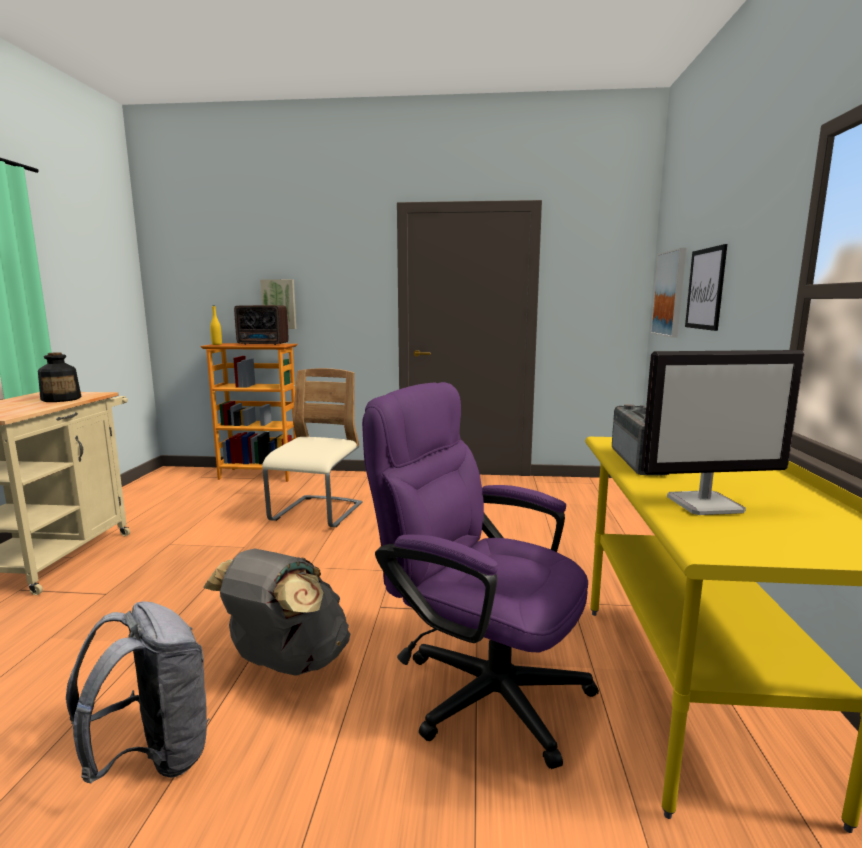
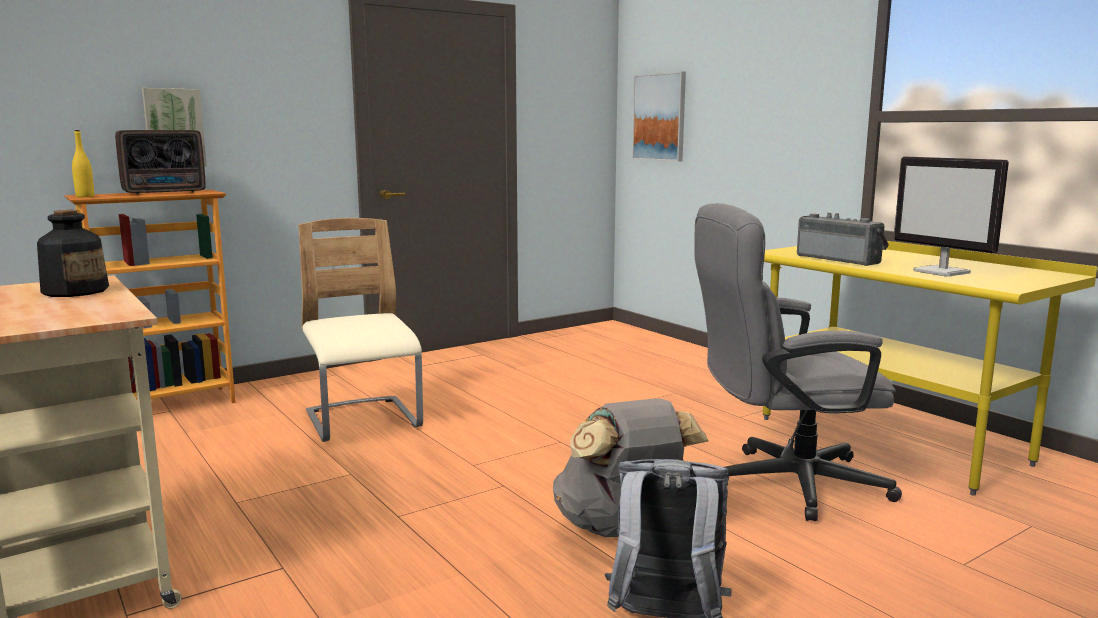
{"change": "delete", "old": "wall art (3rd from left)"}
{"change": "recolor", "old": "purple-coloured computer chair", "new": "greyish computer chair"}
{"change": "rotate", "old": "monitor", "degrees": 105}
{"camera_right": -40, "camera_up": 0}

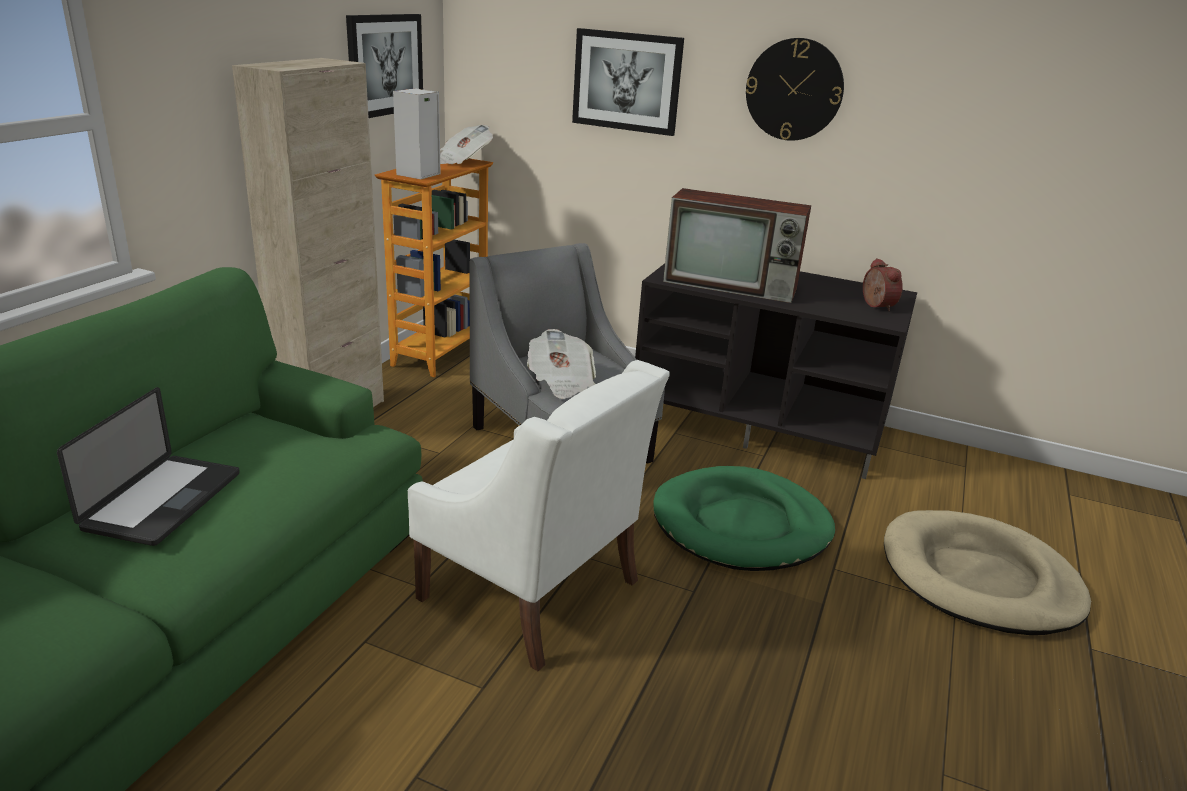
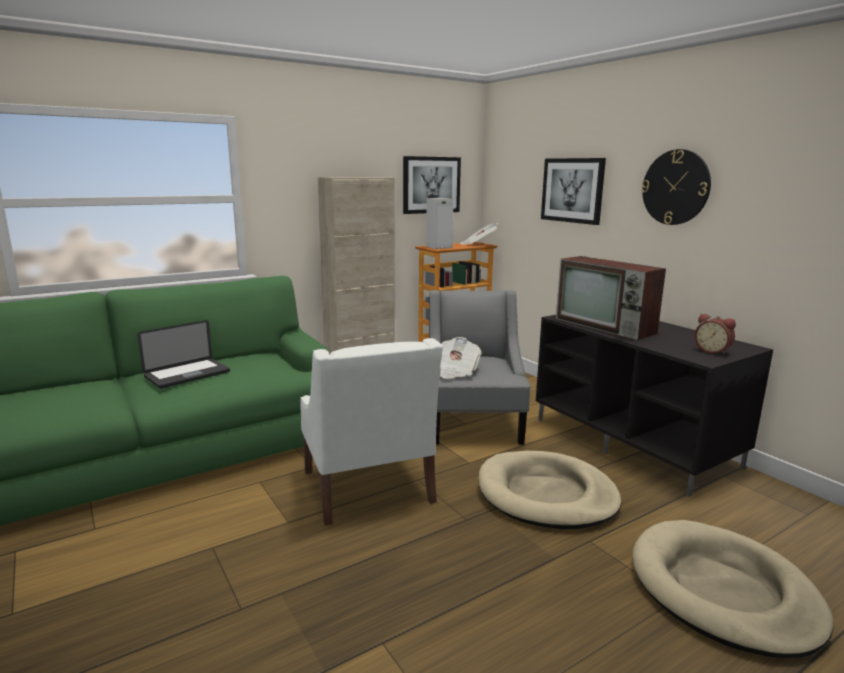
{"change": "recolor", "old": "green-coloured pet bed", "new": "beige-coloured pet bed (1st from left)"}
{"change": "rotate", "old": "table clock", "degrees": 120}
{"camera_right": 35, "camera_up": -10}

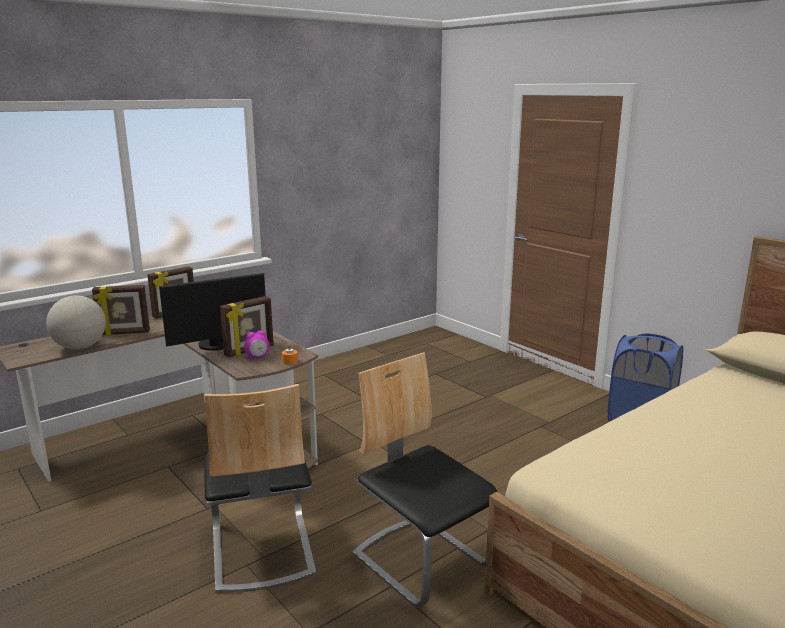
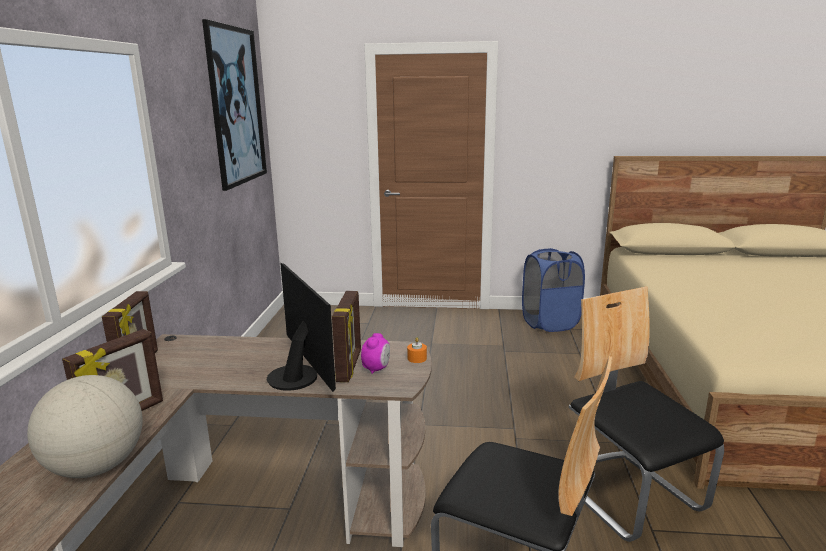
{"change": "insert", "new": "wall art"}
{"change": "rotate", "old": "monitor", "degrees": -45}
{"change": "rotate", "old": "plain chair (2nd from left)", "degrees": 60}
{"camera_right": -45, "camera_up": 0}

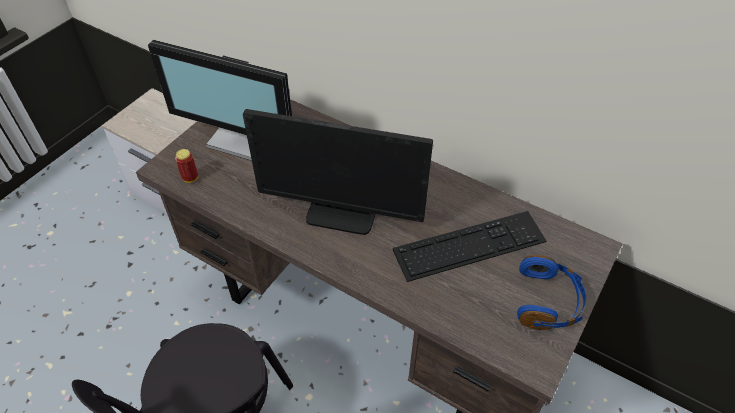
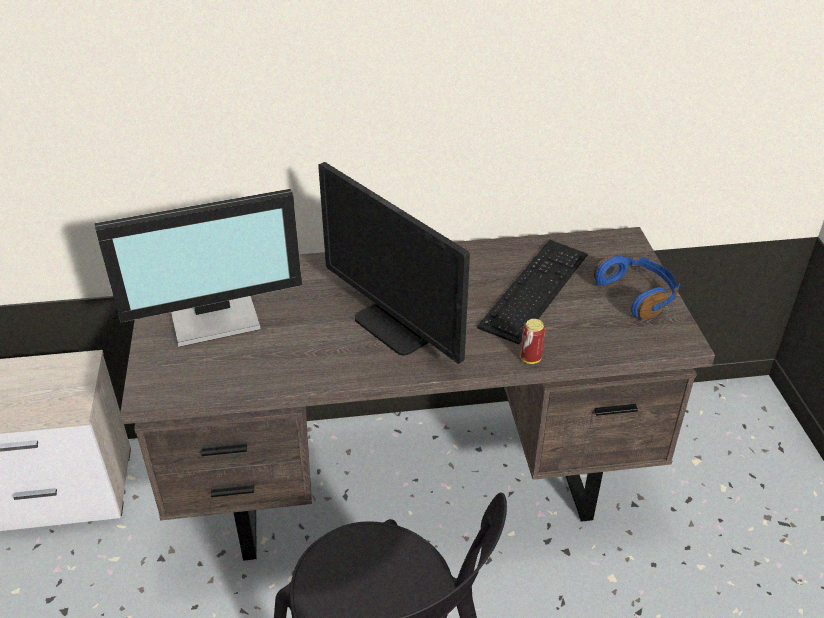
{"change": "move", "old": "metal can"}
{"change": "rotate", "old": "monitor (2nd from left)", "degrees": 75}
{"camera_right": -40, "camera_up": -10}

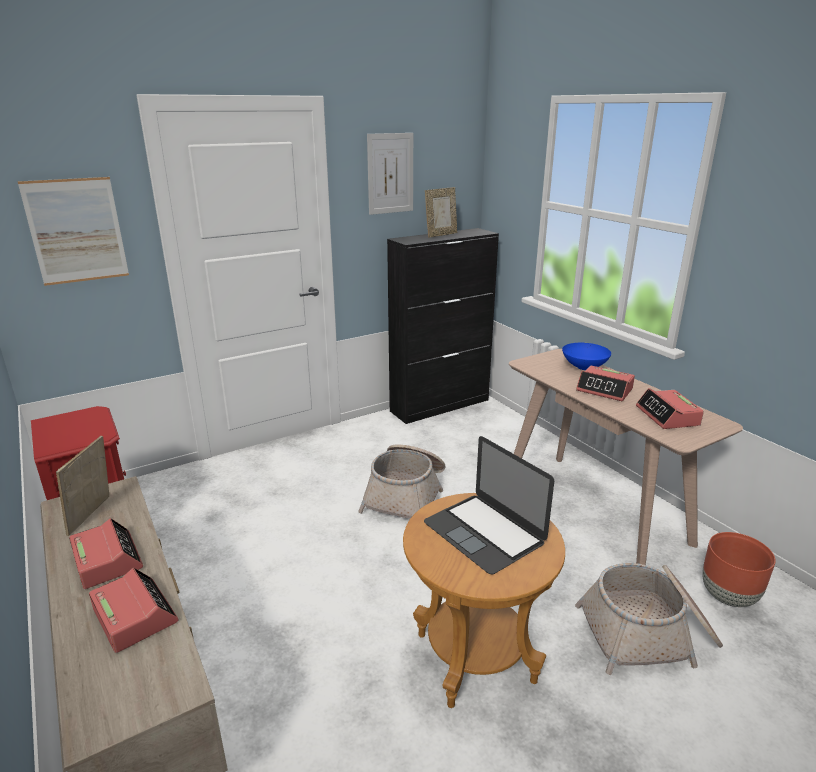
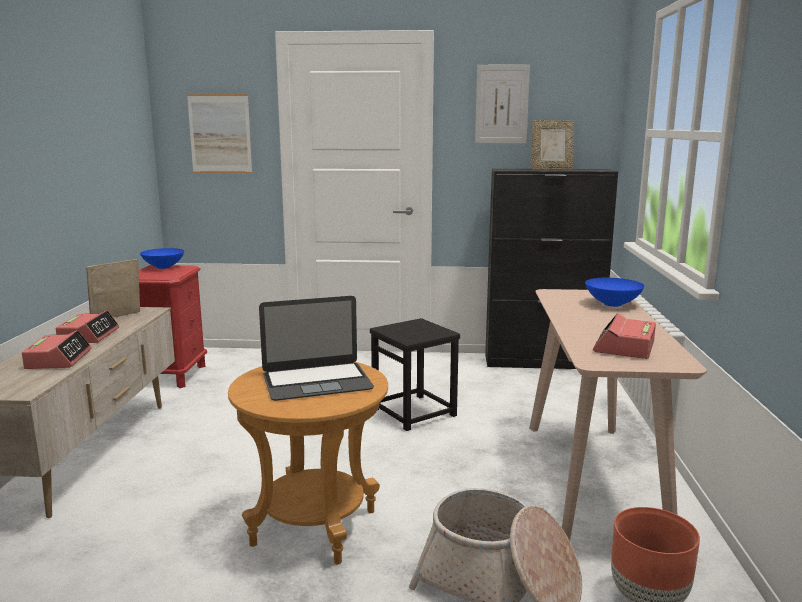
{"change": "delete", "old": "table clock (3rd from left)"}
{"change": "insert", "new": "blue deep dish (1st from left)"}
{"change": "replace", "old": "storage basket (1st from left)", "new": "blackish stool"}
{"change": "rotate", "old": "notebook computer", "degrees": -105}
{"camera_right": 35, "camera_up": -10}

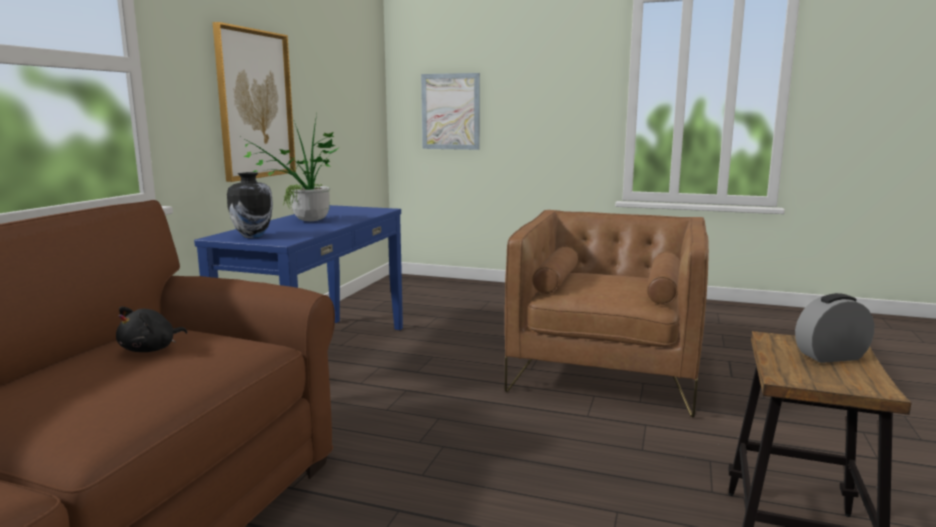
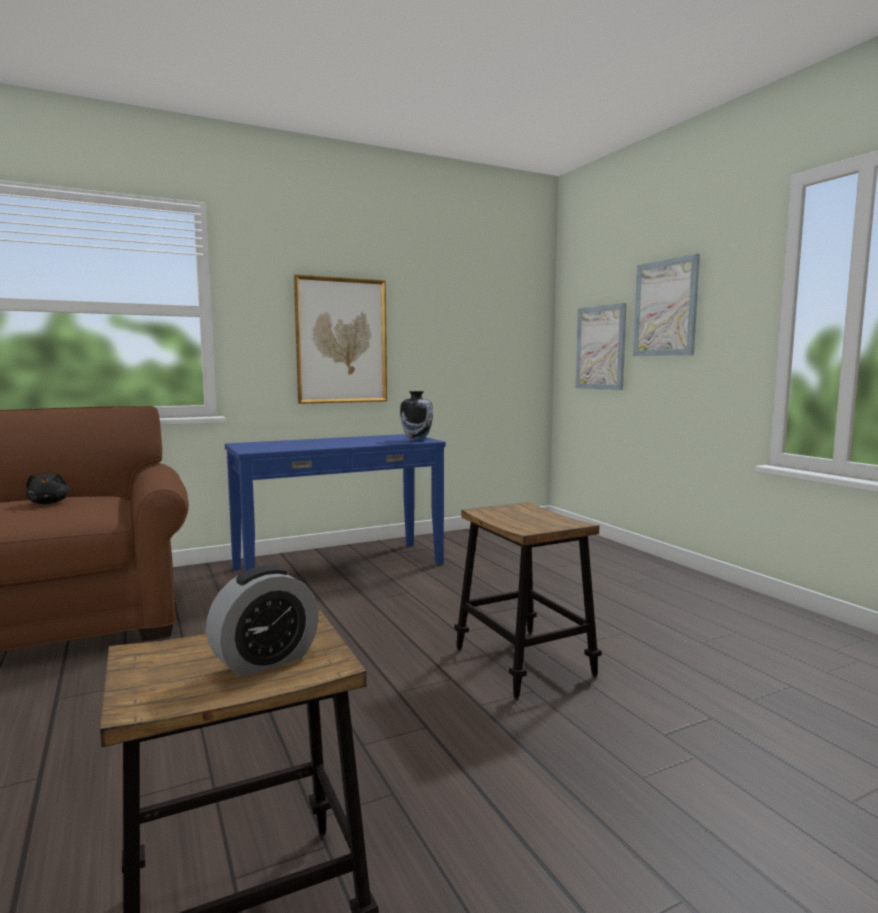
{"change": "delete", "old": "houseplant"}
{"change": "insert", "new": "wall art (3rd from left)"}
{"change": "move", "old": "vase"}
{"change": "replace", "old": "brownish armchair", "new": "stool (2nd from left)"}
{"change": "rotate", "old": "blackish plush toy", "degrees": -105}
{"change": "rotate", "old": "table clock", "degrees": 105}
{"camera_right": 45, "camera_up": -5}

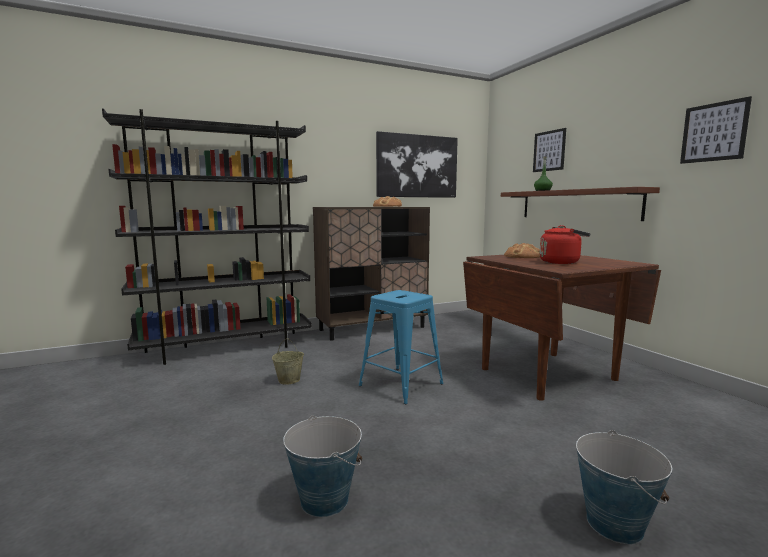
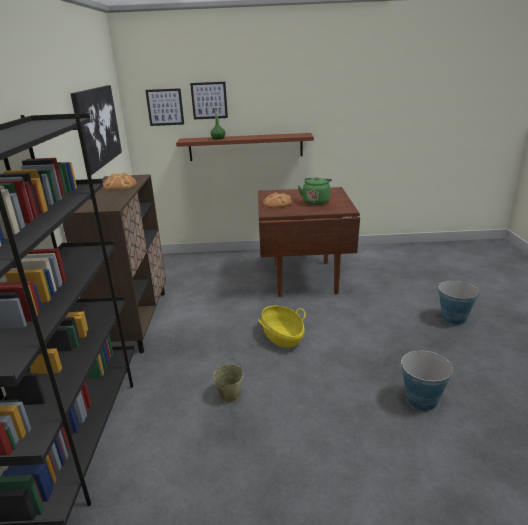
{"change": "move", "old": "wall art (3rd from left in the first image)", "new": "wall art (2nd from left)"}
{"change": "replace", "old": "blue stool", "new": "storage basket"}
{"change": "recolor", "old": "reddish kettle", "new": "green-coloured kettle"}
{"camera_right": -65, "camera_up": 15}

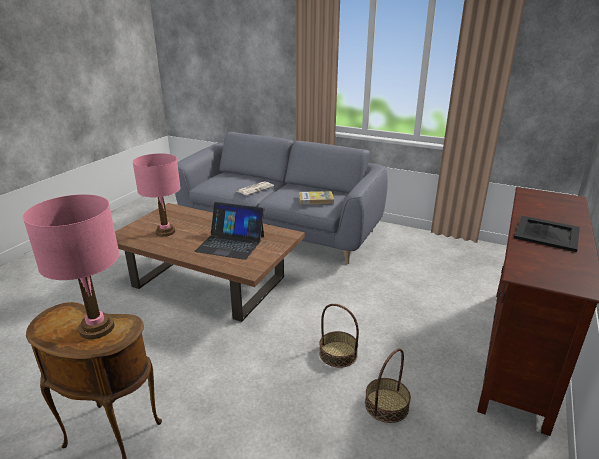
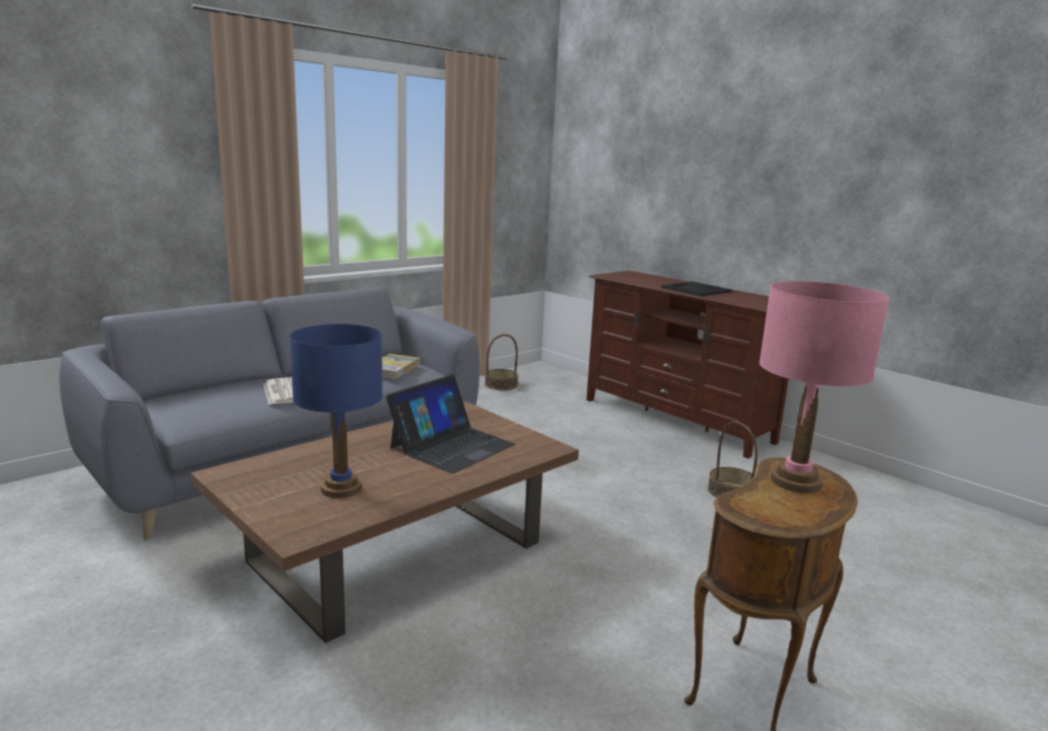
{"change": "move", "old": "storage basket (1st from left)"}
{"change": "recolor", "old": "pinkish tabletop lamp (2nd from left)", "new": "blue tabletop lamp"}
{"camera_right": -70, "camera_up": -10}

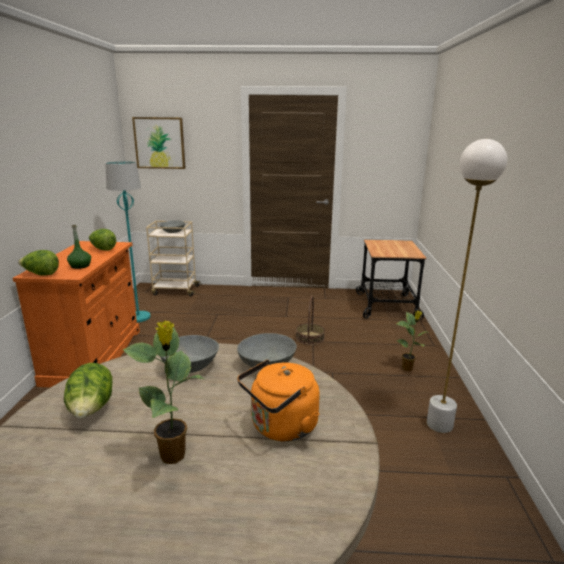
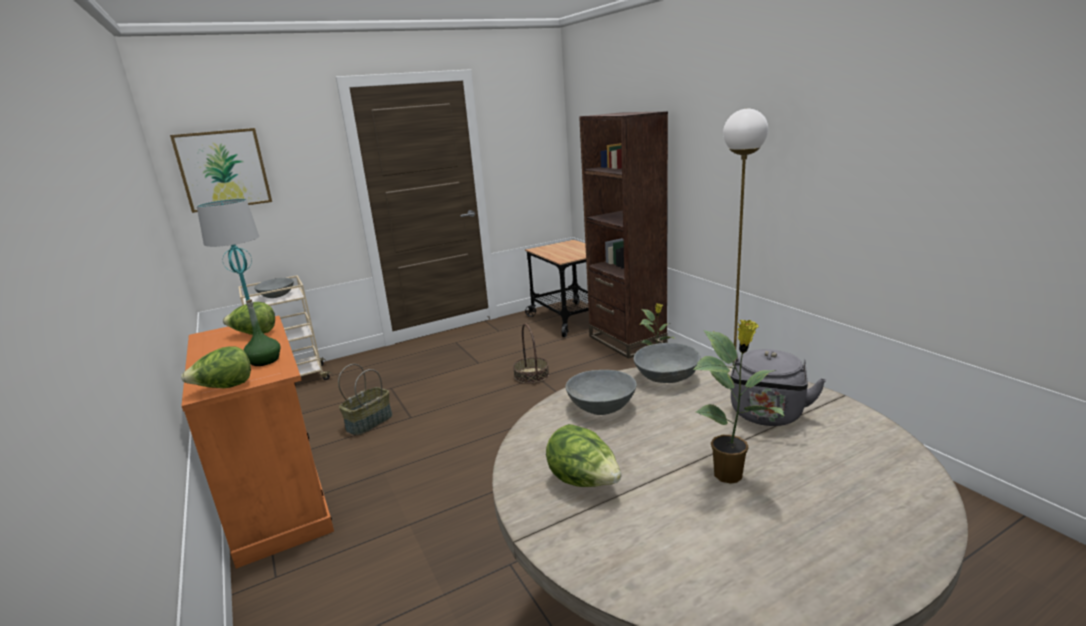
{"change": "insert", "new": "storage basket (1st from left)"}
{"change": "insert", "new": "brownish bookshelf"}
{"change": "recolor", "old": "orange kettle", "new": "greyish kettle"}
{"camera_right": -30, "camera_up": 0}

